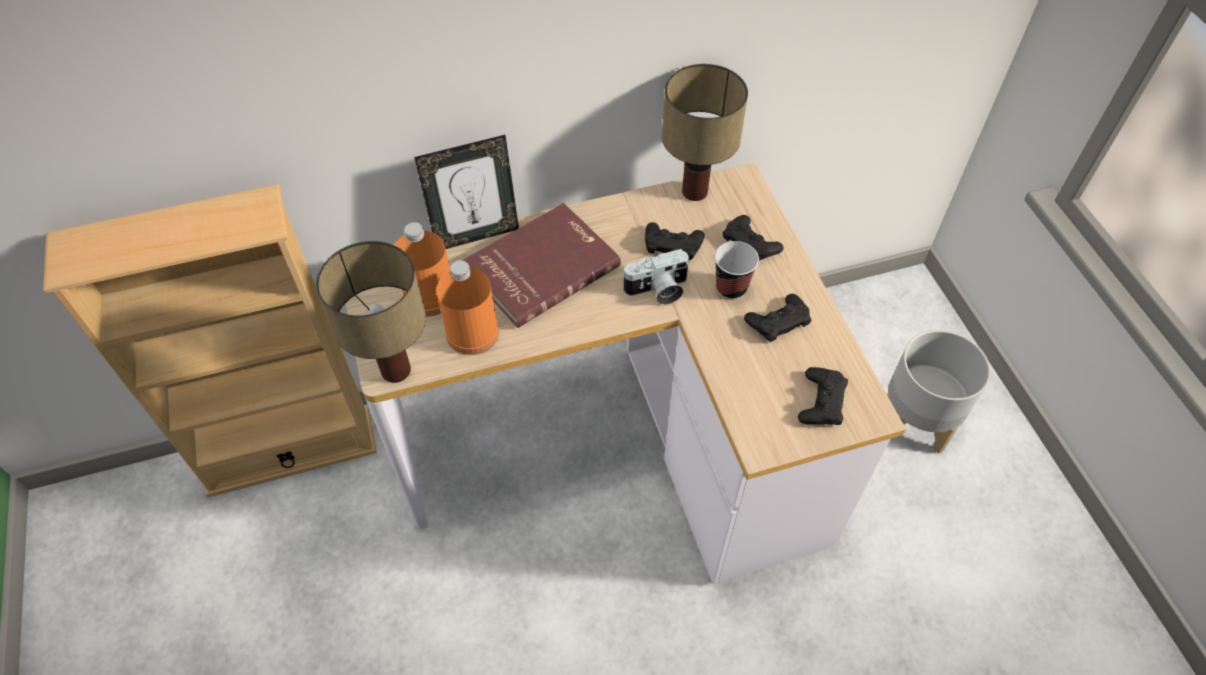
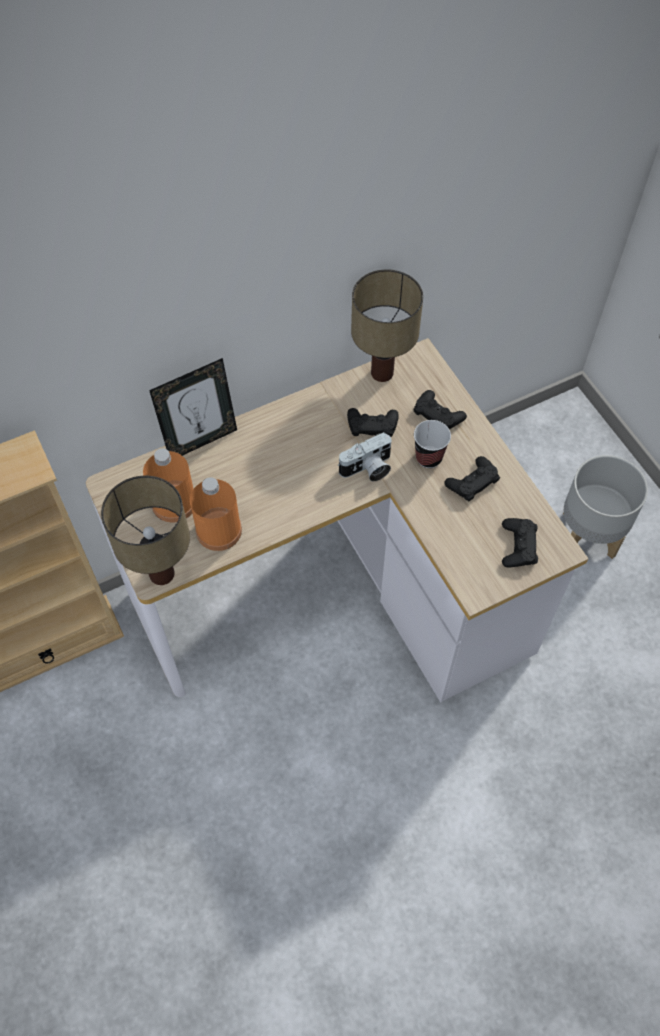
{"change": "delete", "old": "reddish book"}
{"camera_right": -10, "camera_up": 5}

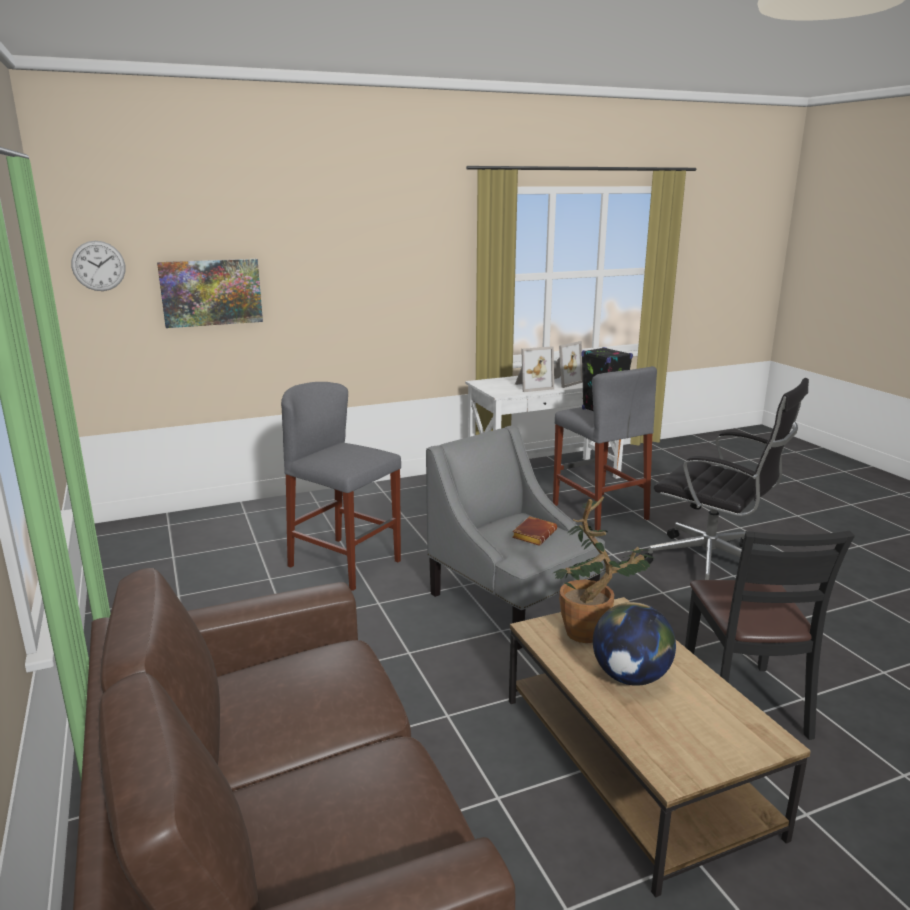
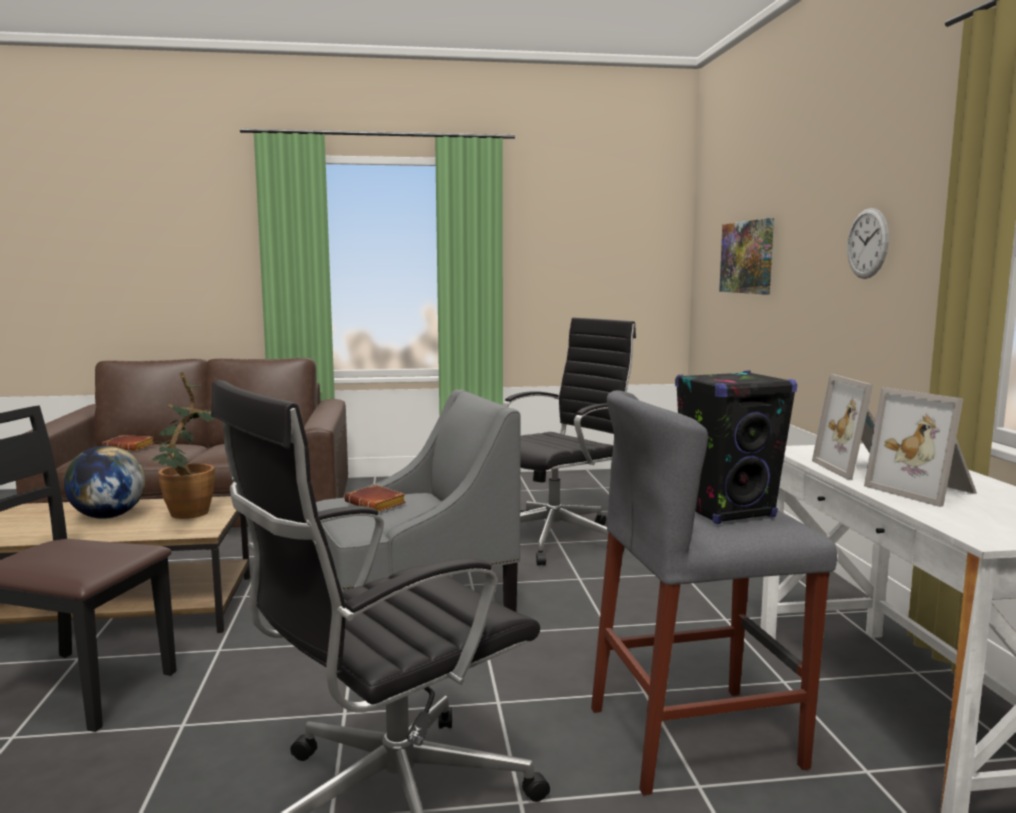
{"change": "insert", "new": "brownish book (1st from left)"}
{"change": "move", "old": "hanging clock"}
{"change": "replace", "old": "greyish stool (1st from left)", "new": "blackish computer chair (2nd from left)"}
{"camera_right": 105, "camera_up": -10}

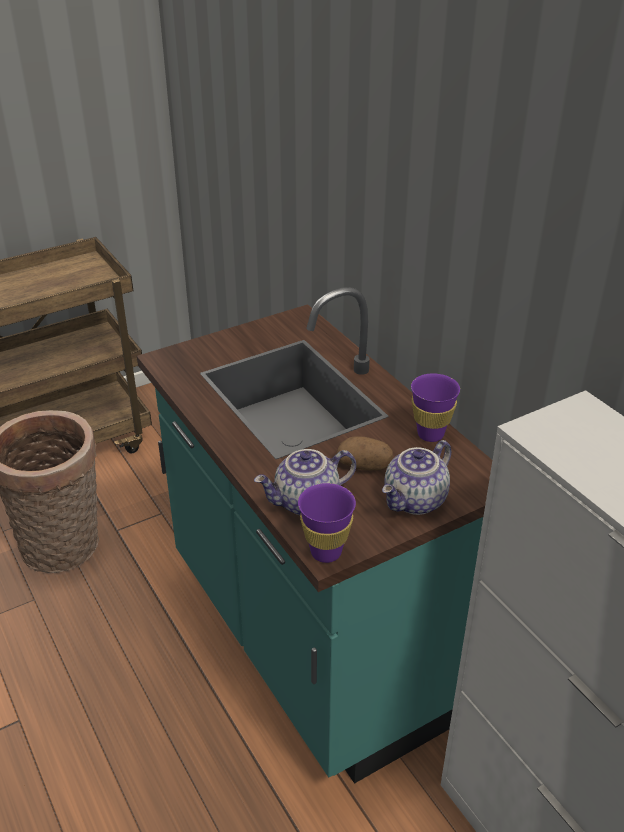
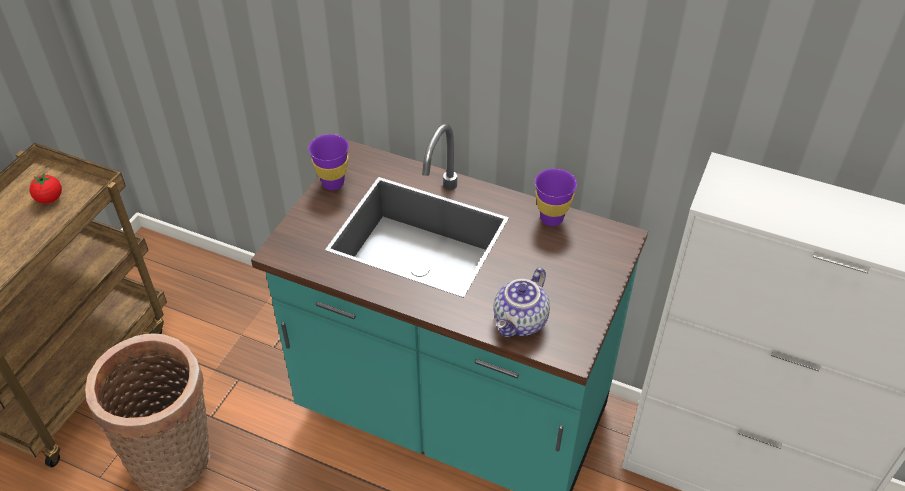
{"change": "delete", "old": "potato"}
{"change": "delete", "old": "tea pot (2nd from left)"}
{"change": "insert", "new": "tomato"}
{"change": "move", "old": "purple-coloured drinking cup (1st from left)"}
{"camera_right": -35, "camera_up": 10}

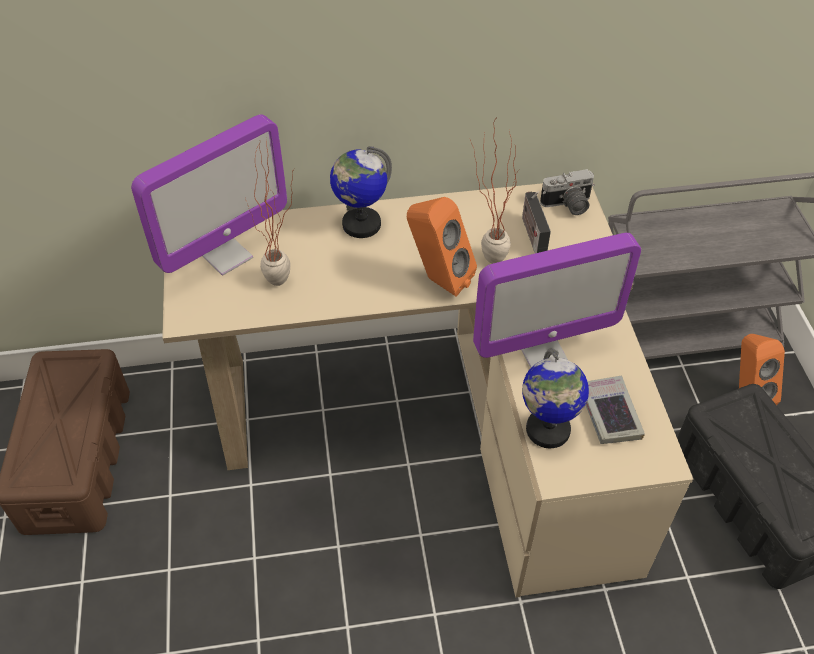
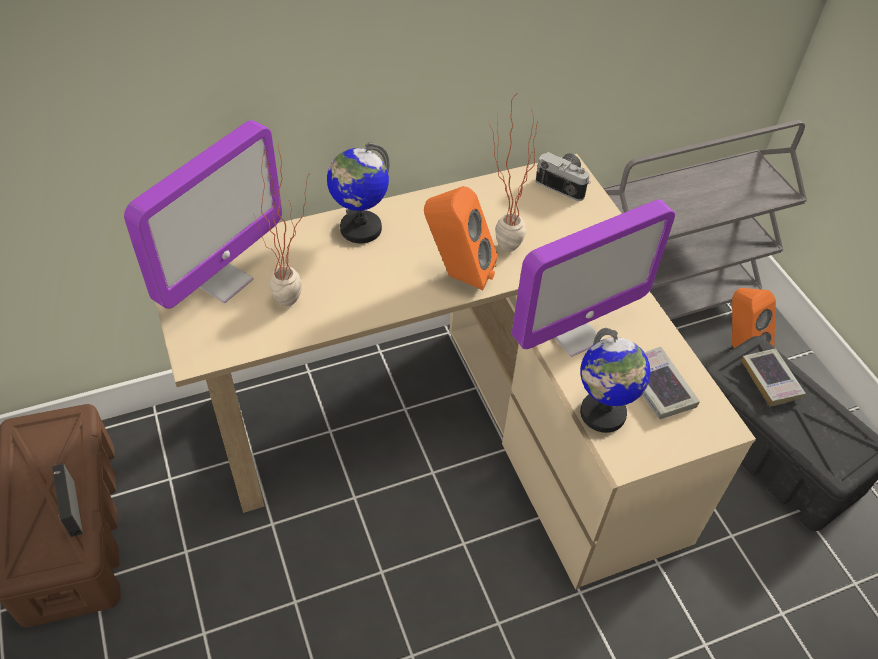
{"change": "insert", "new": "book (2nd from left)"}
{"change": "move", "old": "radio"}
{"change": "rotate", "old": "photo camera", "degrees": -120}
{"camera_right": -15, "camera_up": 0}

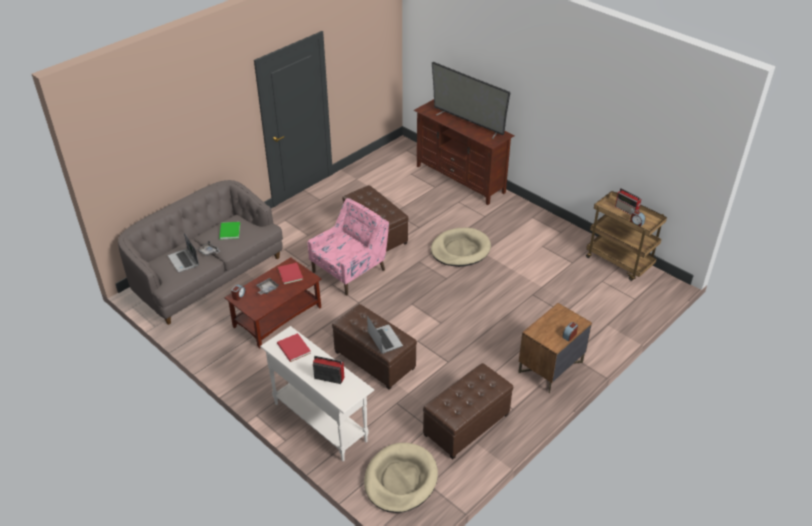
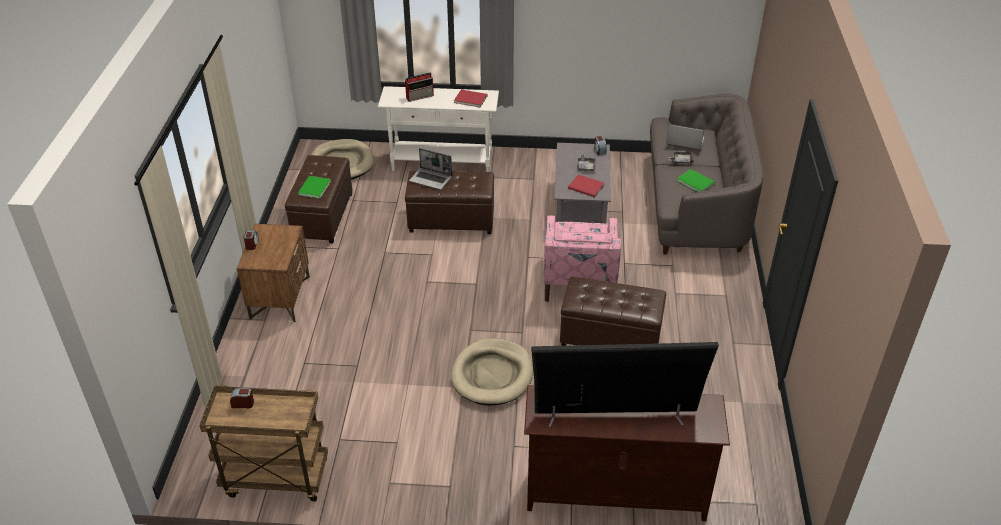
{"change": "delete", "old": "radio (2nd from left)"}
{"change": "insert", "new": "green-coloured book (1st from left)"}
{"change": "recolor", "old": "brownish lounge table", "new": "greyish lounge table"}
{"camera_right": 140, "camera_up": 0}

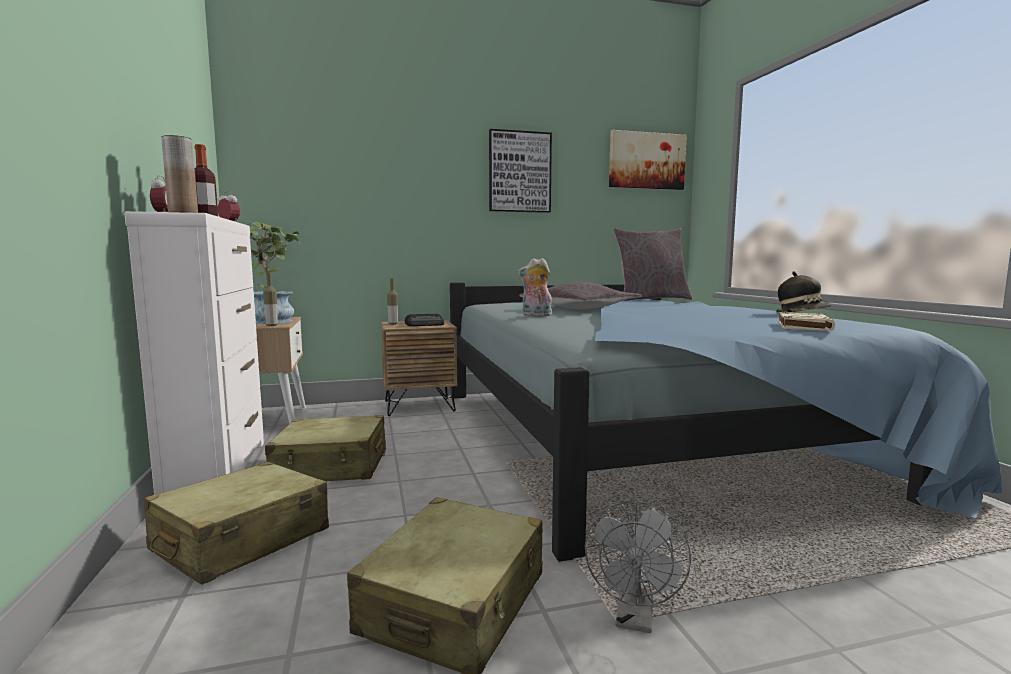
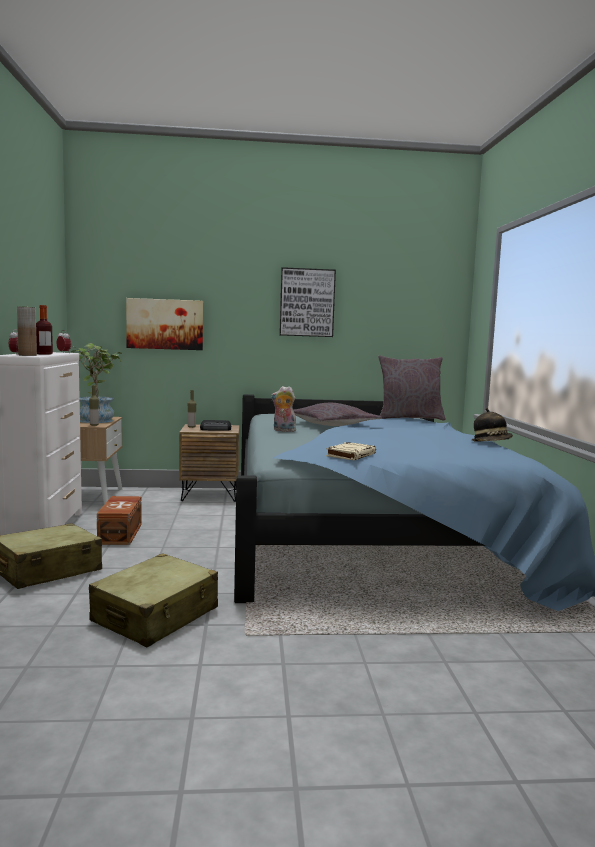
{"change": "delete", "old": "greyish cooling fan"}
{"change": "move", "old": "wall art (2nd from left in the first image)", "new": "wall art (1st from left)"}
{"change": "move", "old": "beige-coloured book"}
{"change": "replace", "old": "beige-coloured travel case (2nd from left)", "new": "brownish storage box"}
{"camera_right": 10, "camera_up": 0}

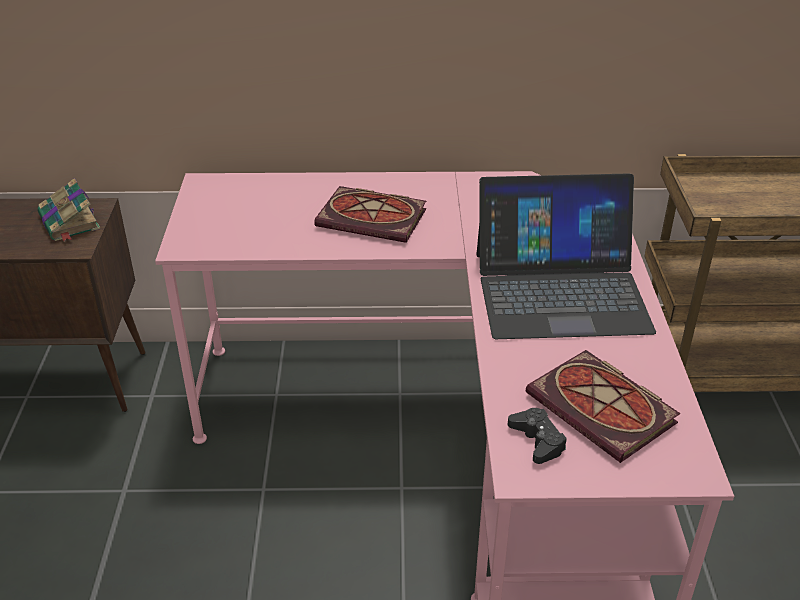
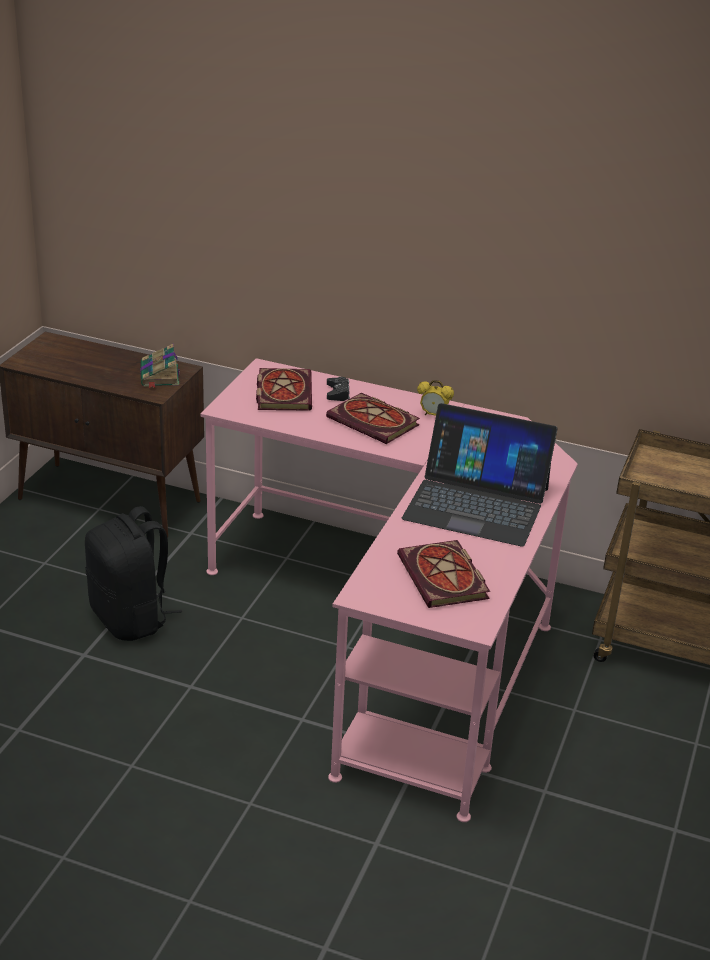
{"change": "insert", "new": "blackish rucksack"}
{"change": "insert", "new": "book (2nd from left)"}
{"change": "insert", "new": "table clock"}
{"change": "move", "old": "blackish joypad"}
{"camera_right": 20, "camera_up": -5}

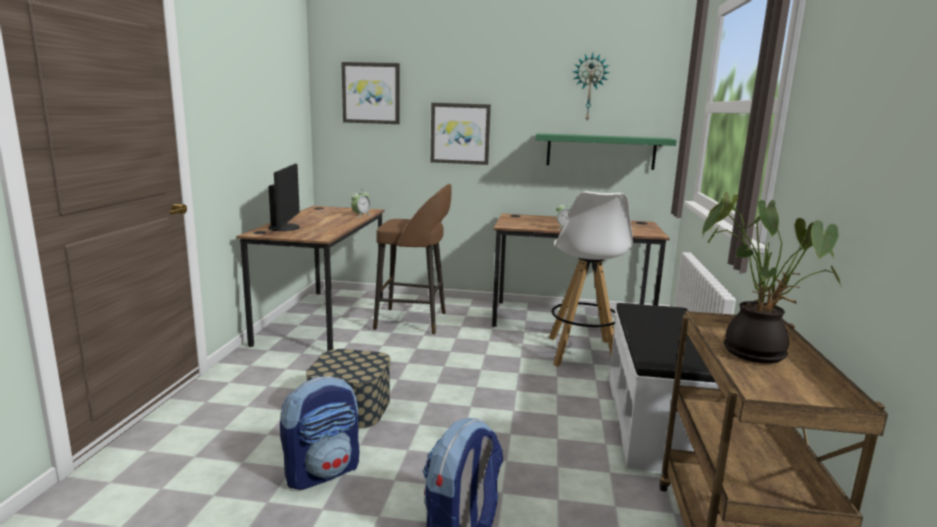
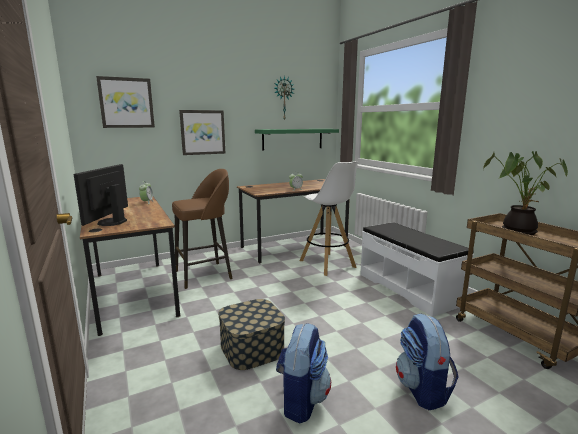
{"change": "rotate", "old": "monitor", "degrees": -135}
{"camera_right": -35, "camera_up": 0}

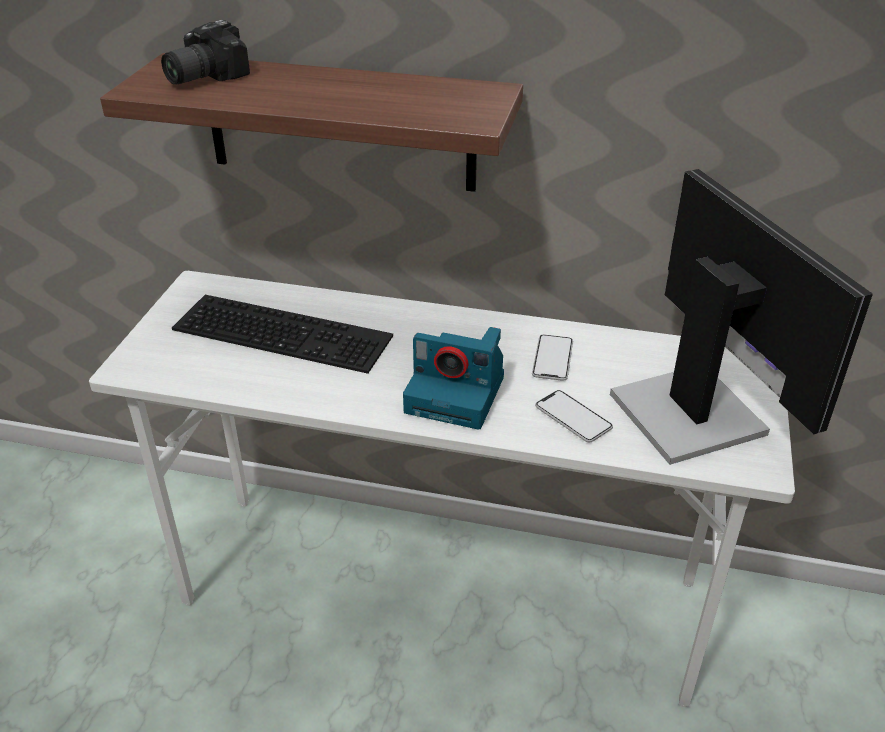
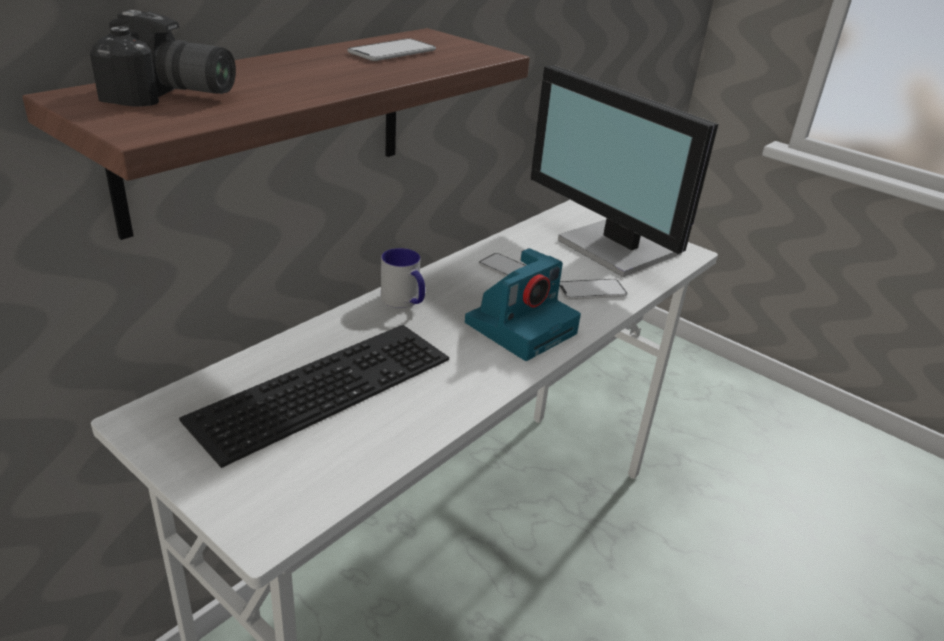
{"change": "insert", "new": "telephone (1st from left)"}
{"change": "insert", "new": "tea mug"}
{"change": "rotate", "old": "photo camera (1st from left)", "degrees": -60}
{"change": "rotate", "old": "monitor", "degrees": -135}
{"camera_right": -65, "camera_up": -5}

